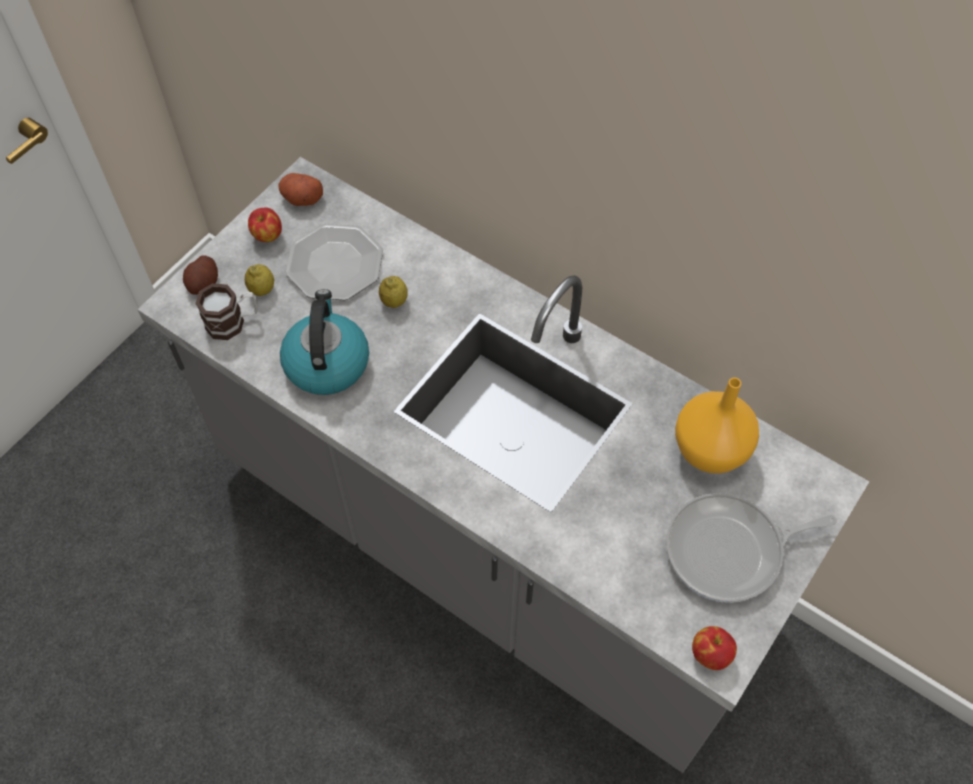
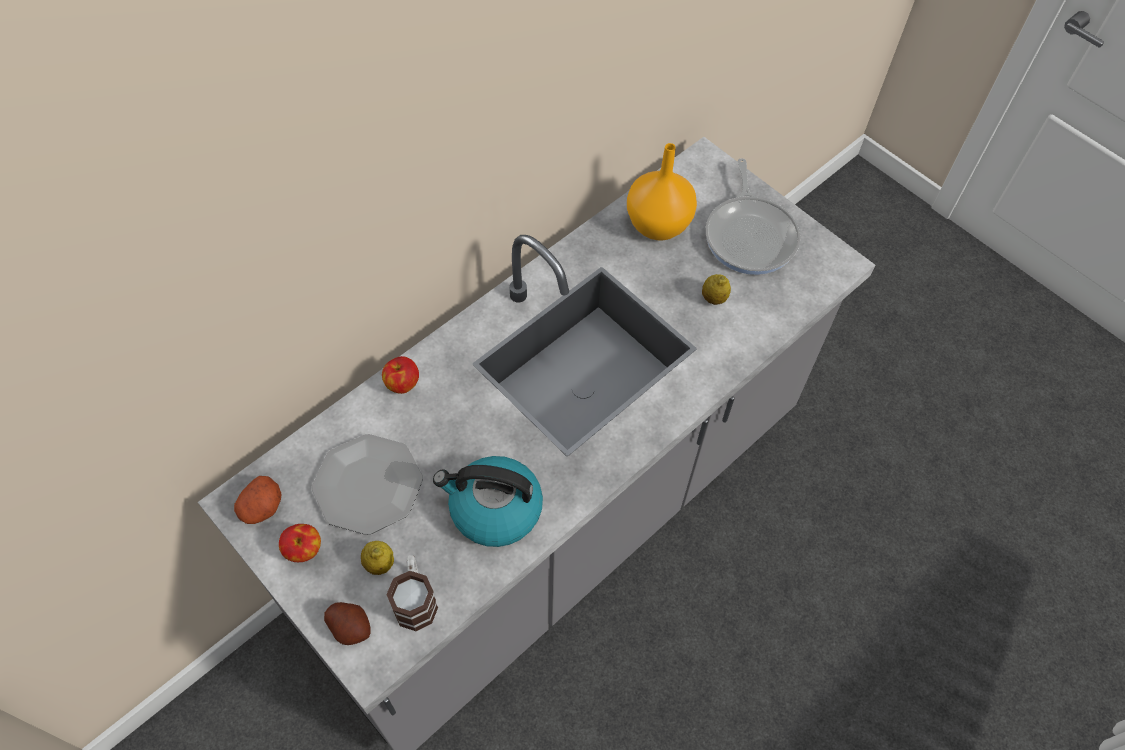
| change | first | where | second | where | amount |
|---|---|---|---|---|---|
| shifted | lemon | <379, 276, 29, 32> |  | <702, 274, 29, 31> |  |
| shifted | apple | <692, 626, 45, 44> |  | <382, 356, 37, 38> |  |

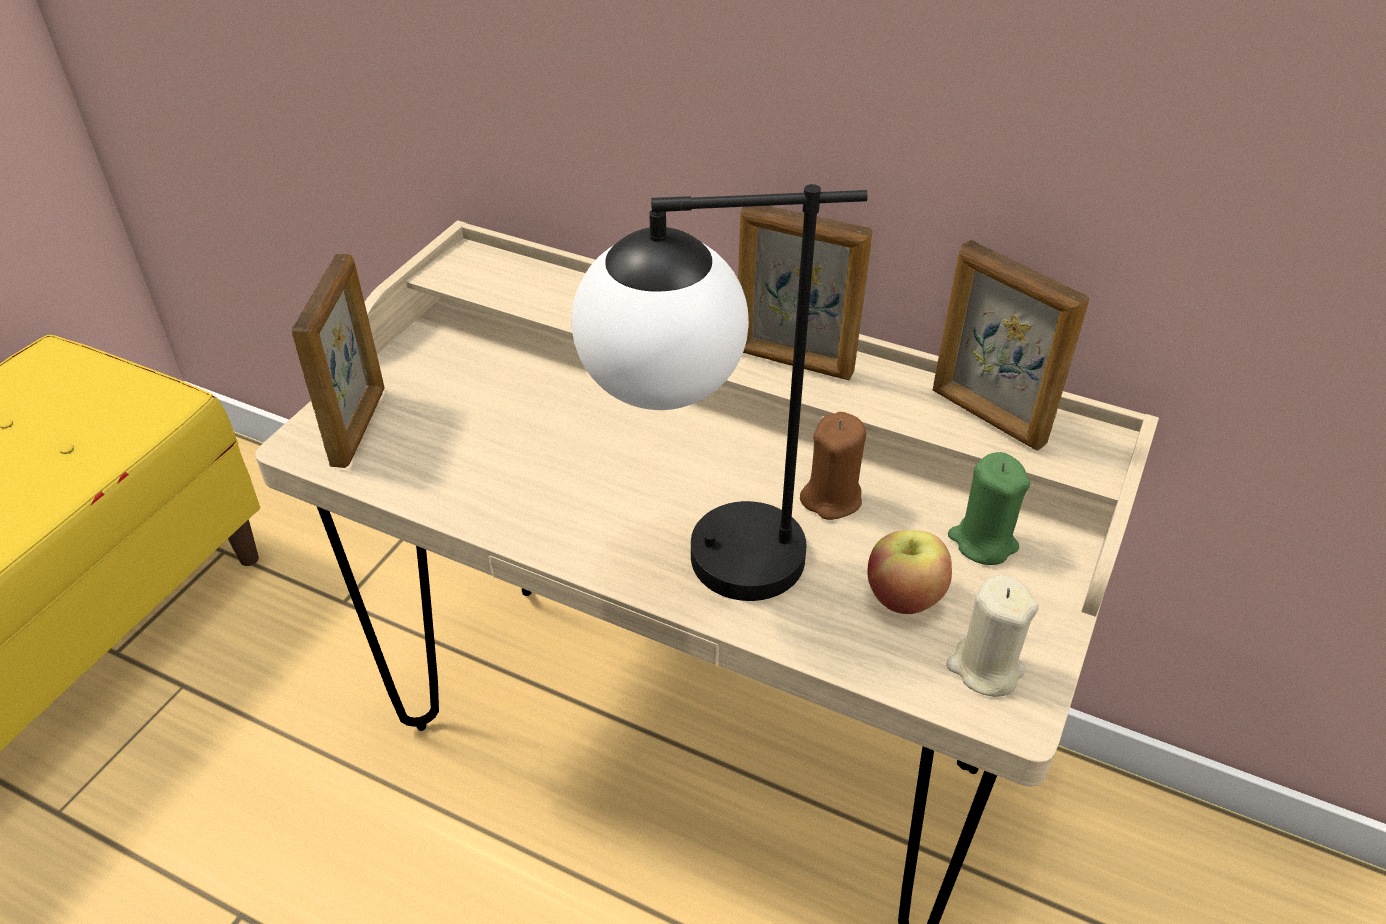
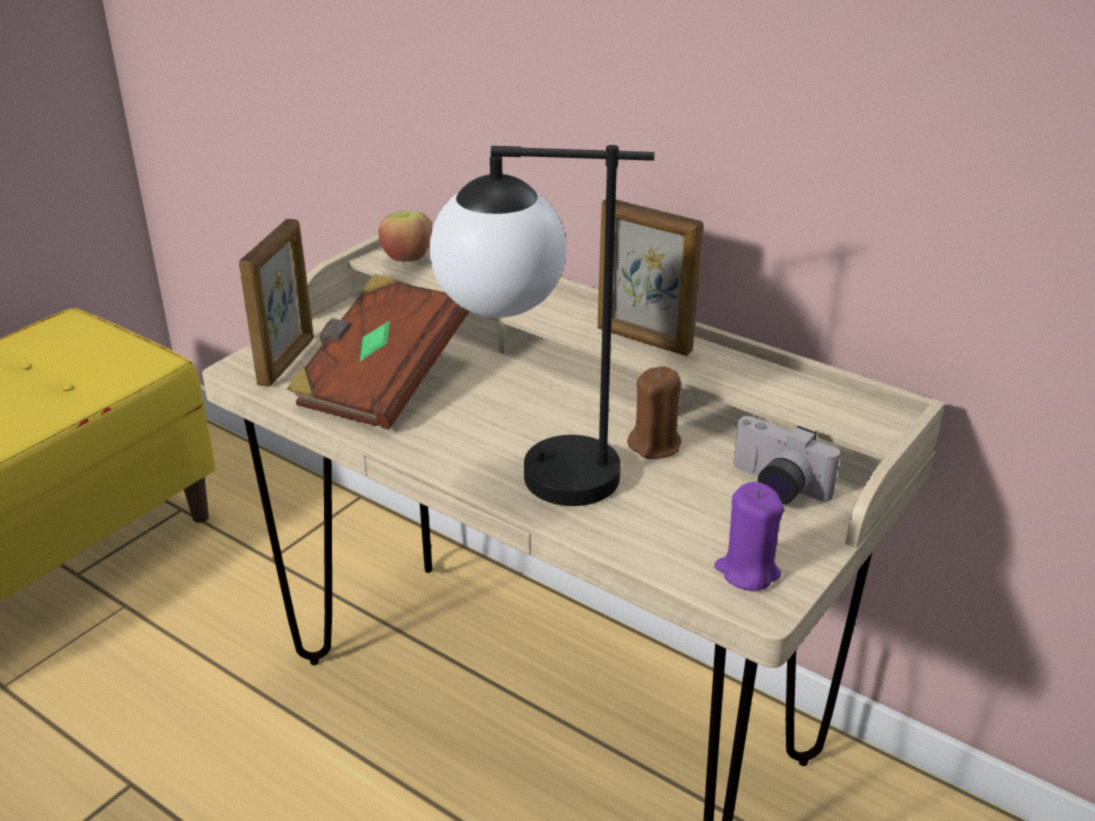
| change | first | where | second | where | amount |
|---|---|---|---|---|---|
| gone | picture frame | <933, 240, 157, 211> |  |  |  |
| new |  |  | brown book | <287, 274, 183, 156> |  |
| shifted | apple | <867, 530, 85, 84> |  | <378, 211, 55, 51> |  |
| swapped | green candle | <948, 452, 83, 113> | photo camera | <734, 416, 106, 88> |  |
| repainted | beige candle | <946, 574, 93, 123> | purple candle | <714, 482, 71, 109> |  |

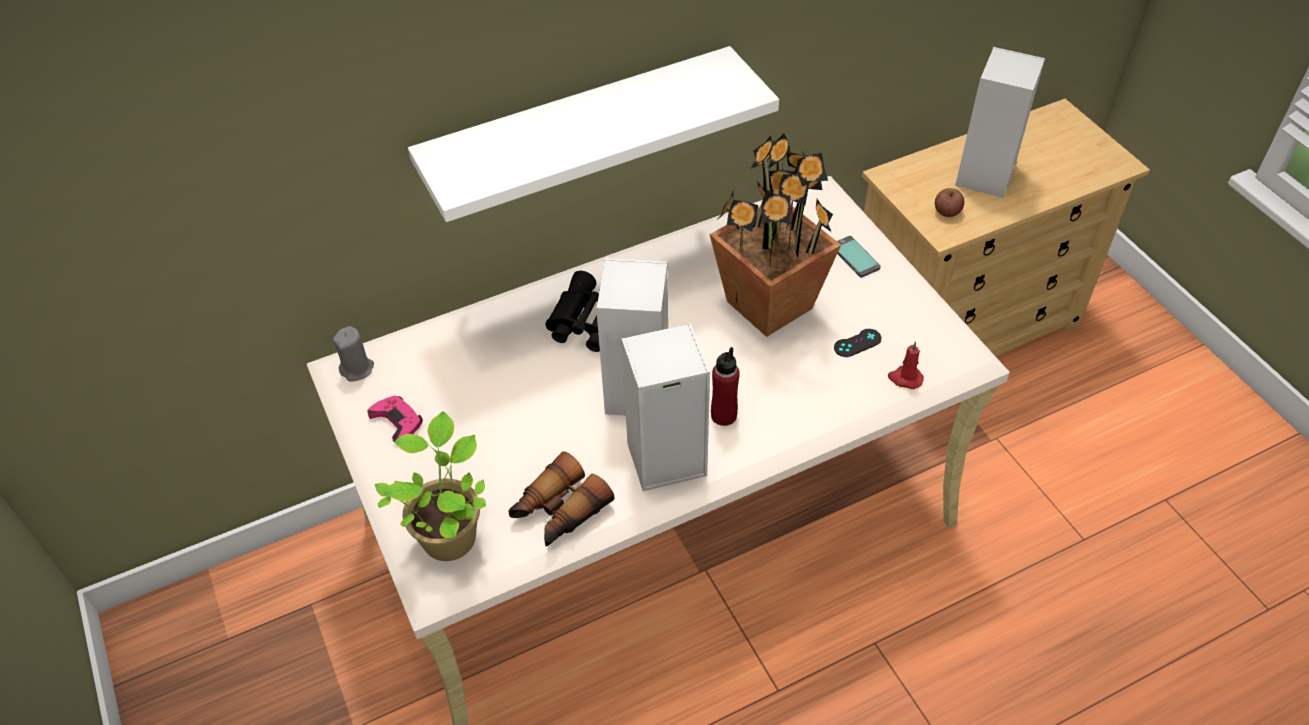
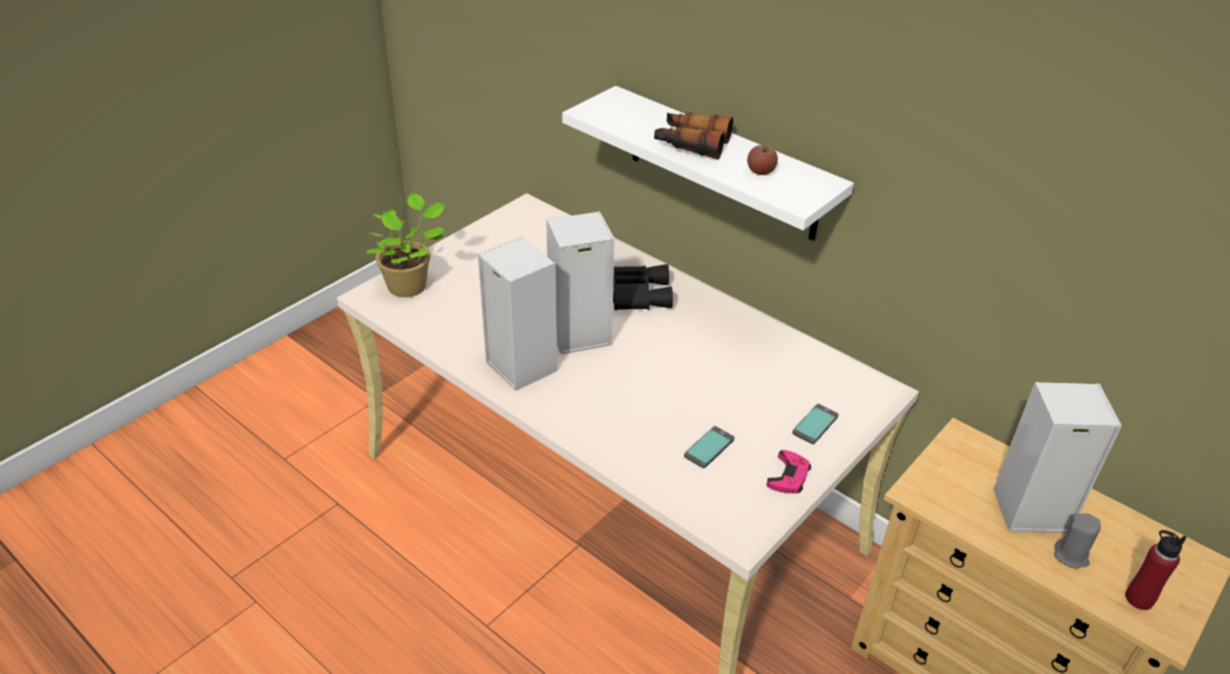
| change | first | where | second | where | amount |
|---|---|---|---|---|---|
| gone | potted plant | <709, 133, 132, 204> |  |  |  |
| gone | red candle | <888, 341, 36, 48> |  |  |  |
| shifted | grey candle | <333, 326, 41, 56> |  | <1054, 514, 47, 55> |  |
| shifted | pink game controller | <367, 395, 56, 47> |  | <767, 450, 44, 44> |  |
| shifted | binoculars | <508, 451, 107, 96> |  | <654, 112, 79, 48> |  |
| shifted | red bottle | <711, 347, 29, 79> |  | <1125, 530, 61, 80> |  |
| shifted | apple | <935, 188, 29, 29> |  | <747, 145, 31, 30> |  |
| swapped | black game controller | <834, 329, 47, 28> | phone | <684, 426, 51, 42> |  |

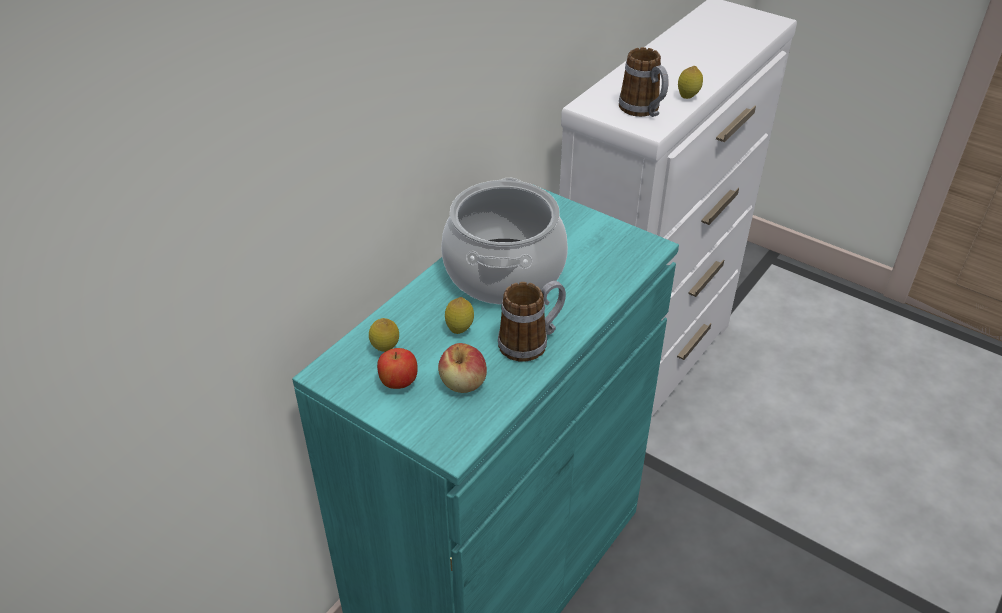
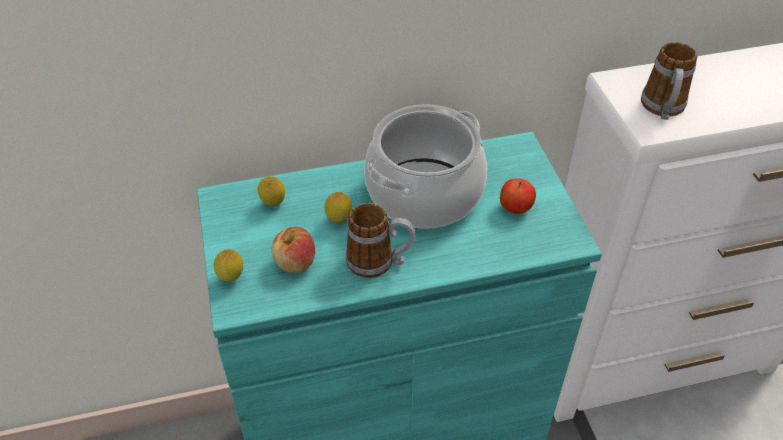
| change | first | where | second | where | amount |
|---|---|---|---|---|---|
| shifted | apple | <377, 348, 41, 41> |  | <500, 179, 36, 35> |  |
| shifted | lemon | <678, 66, 25, 33> |  | <214, 249, 29, 33> |  |

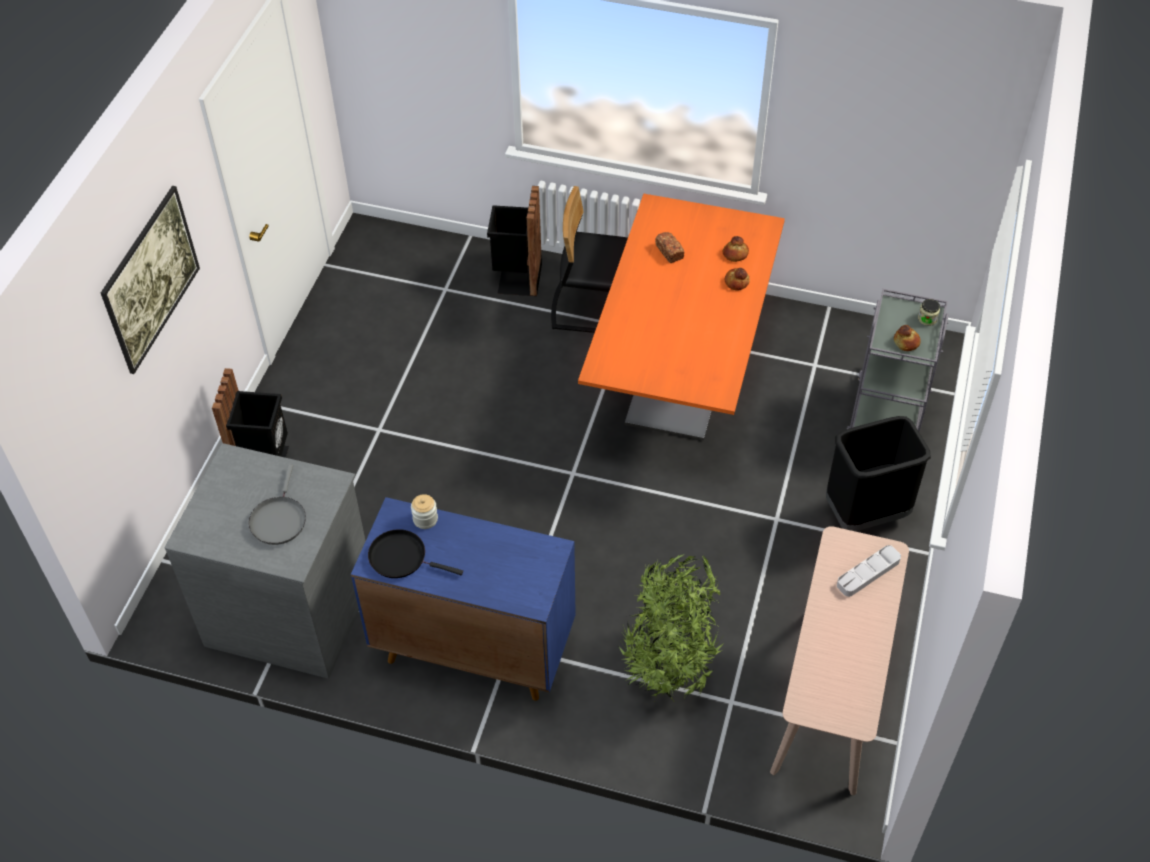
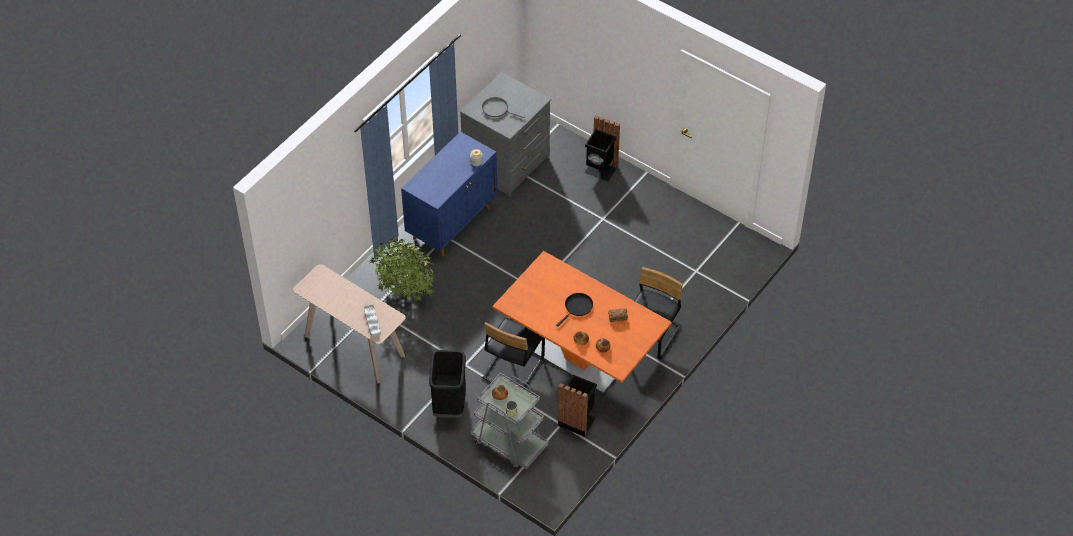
| change | first | where | second | where | amount |
|---|---|---|---|---|---|
| gone | picture | <101, 186, 99, 188> |  |  |  |
| new |  |  | black chair | <482, 318, 63, 71> |  |
| shifted | black frying pan | <368, 529, 95, 49> |  | <556, 293, 37, 34> |  |
| shifted | black trash can | <487, 186, 55, 110> |  | <558, 375, 39, 62> |  |

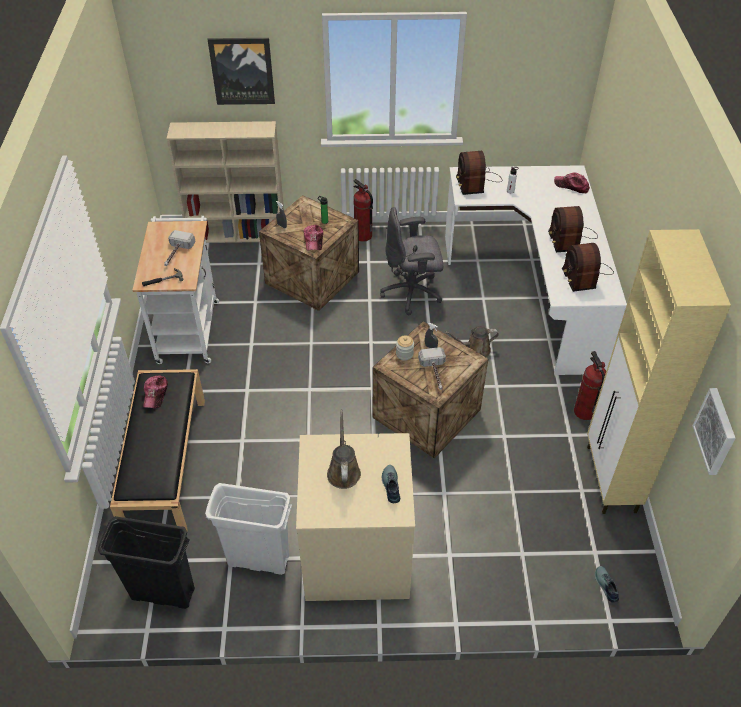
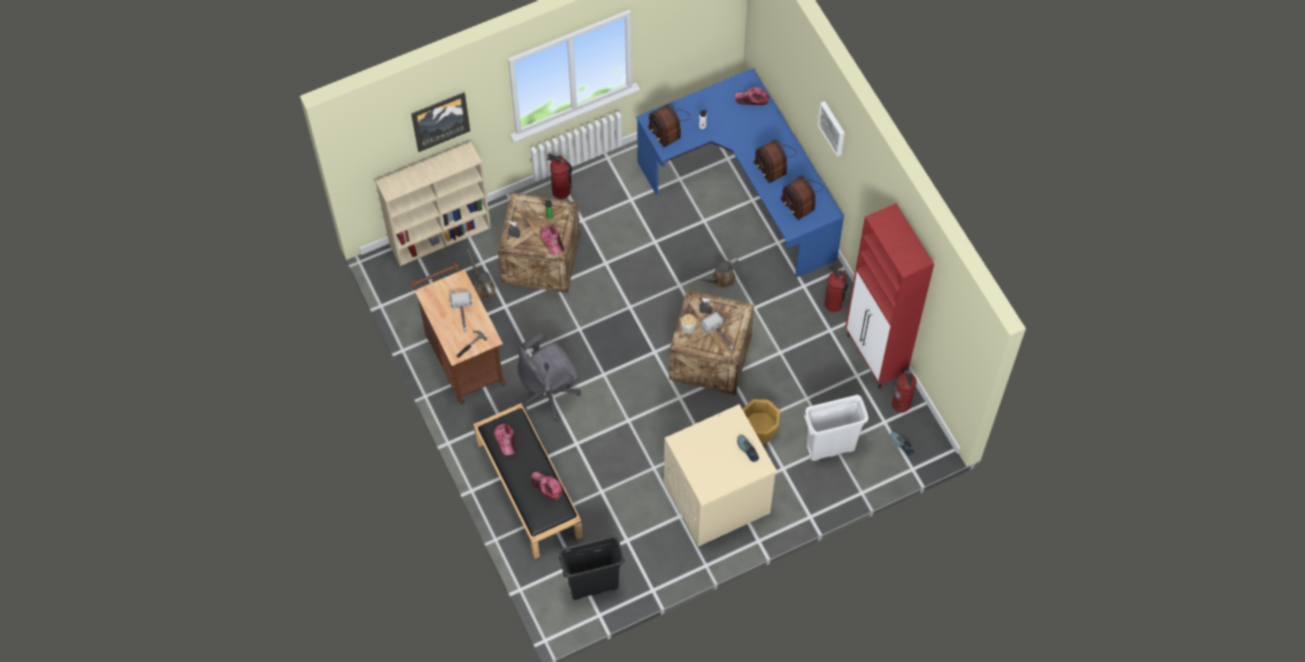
| change | first | where | second | where | amount |
|---|---|---|---|---|---|
| new |  |  | cap | <530, 472, 32, 28> |  |
| new |  |  | orange bucket | <742, 399, 38, 45> |  |
| new |  |  | fire extinguisher | <892, 367, 25, 46> |  |
| shifted | white trash can | <205, 483, 87, 92> |  | <804, 395, 65, 66> |  |
| shifted | brown watering can | <327, 409, 34, 80> |  | <467, 250, 28, 49> |  |
| shifted | grey office chair | <380, 207, 63, 108> |  | <518, 333, 63, 88> |  |
| shifted | picture | <693, 388, 42, 87> |  | <818, 101, 27, 56> |  |
| repainted | white cart | <132, 216, 87, 148> | brown cart | <410, 263, 96, 141> |  |
| repainted | white desk | <445, 165, 182, 210> | blue desk | <636, 68, 208, 210> |  |
| repainted | beige cabinet | <587, 229, 144, 285> | red cabinet | <845, 203, 89, 186> |  |

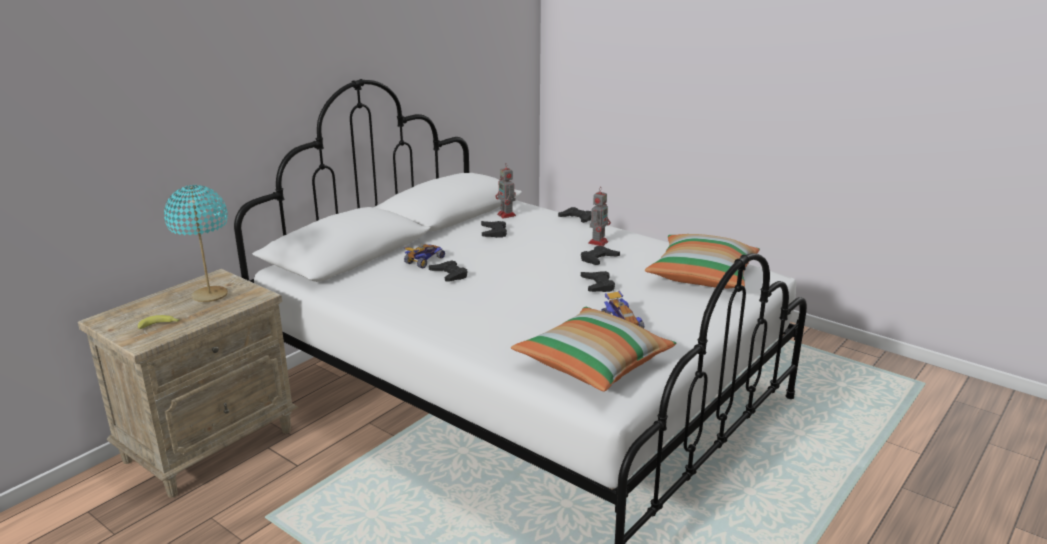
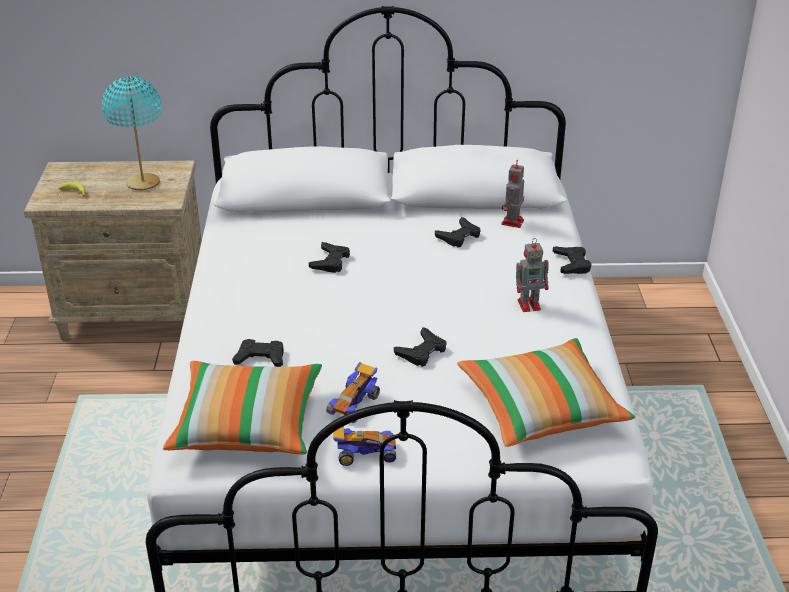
| change | first | where | second | where | amount |
|---|---|---|---|---|---|
| shifted | toy car | <404, 244, 41, 24> |  | <333, 426, 63, 40> |  |
| shifted | black game controller | <581, 246, 39, 19> |  | <232, 339, 52, 28> |  |

